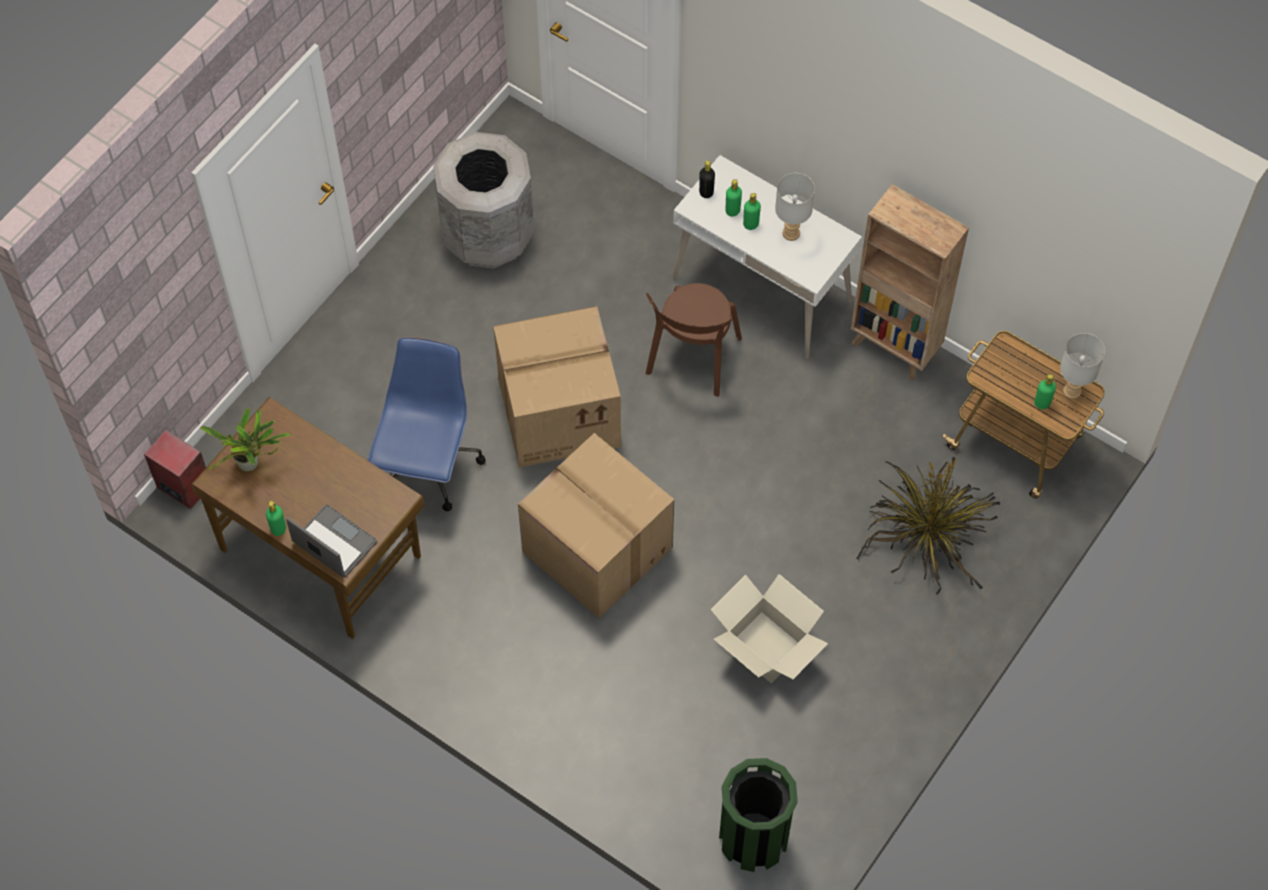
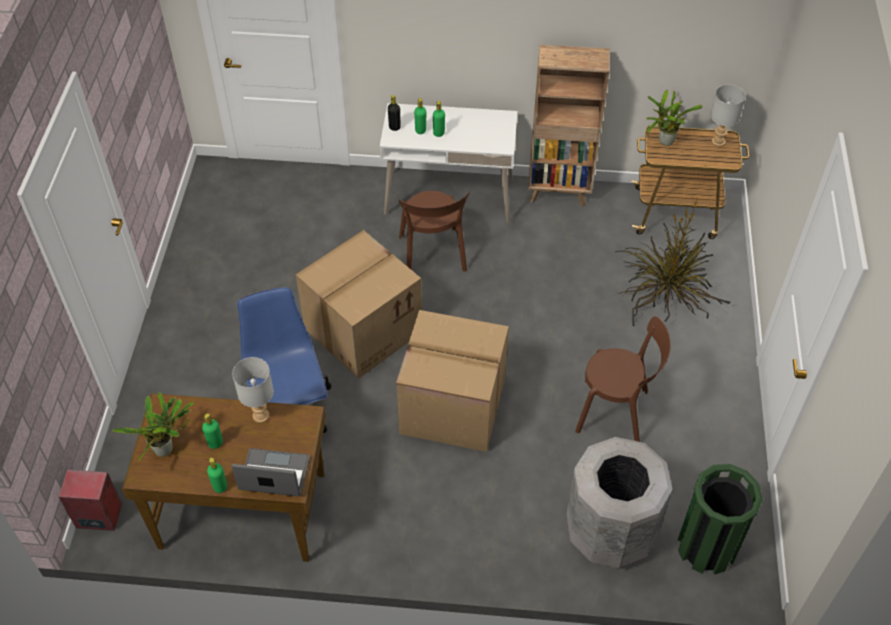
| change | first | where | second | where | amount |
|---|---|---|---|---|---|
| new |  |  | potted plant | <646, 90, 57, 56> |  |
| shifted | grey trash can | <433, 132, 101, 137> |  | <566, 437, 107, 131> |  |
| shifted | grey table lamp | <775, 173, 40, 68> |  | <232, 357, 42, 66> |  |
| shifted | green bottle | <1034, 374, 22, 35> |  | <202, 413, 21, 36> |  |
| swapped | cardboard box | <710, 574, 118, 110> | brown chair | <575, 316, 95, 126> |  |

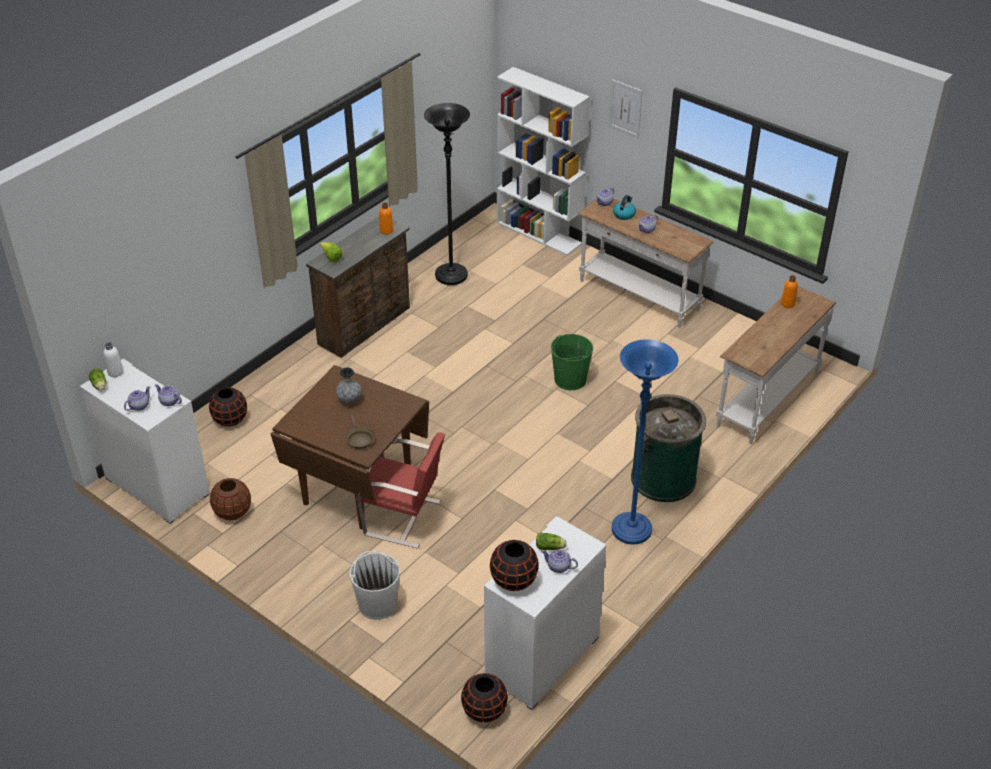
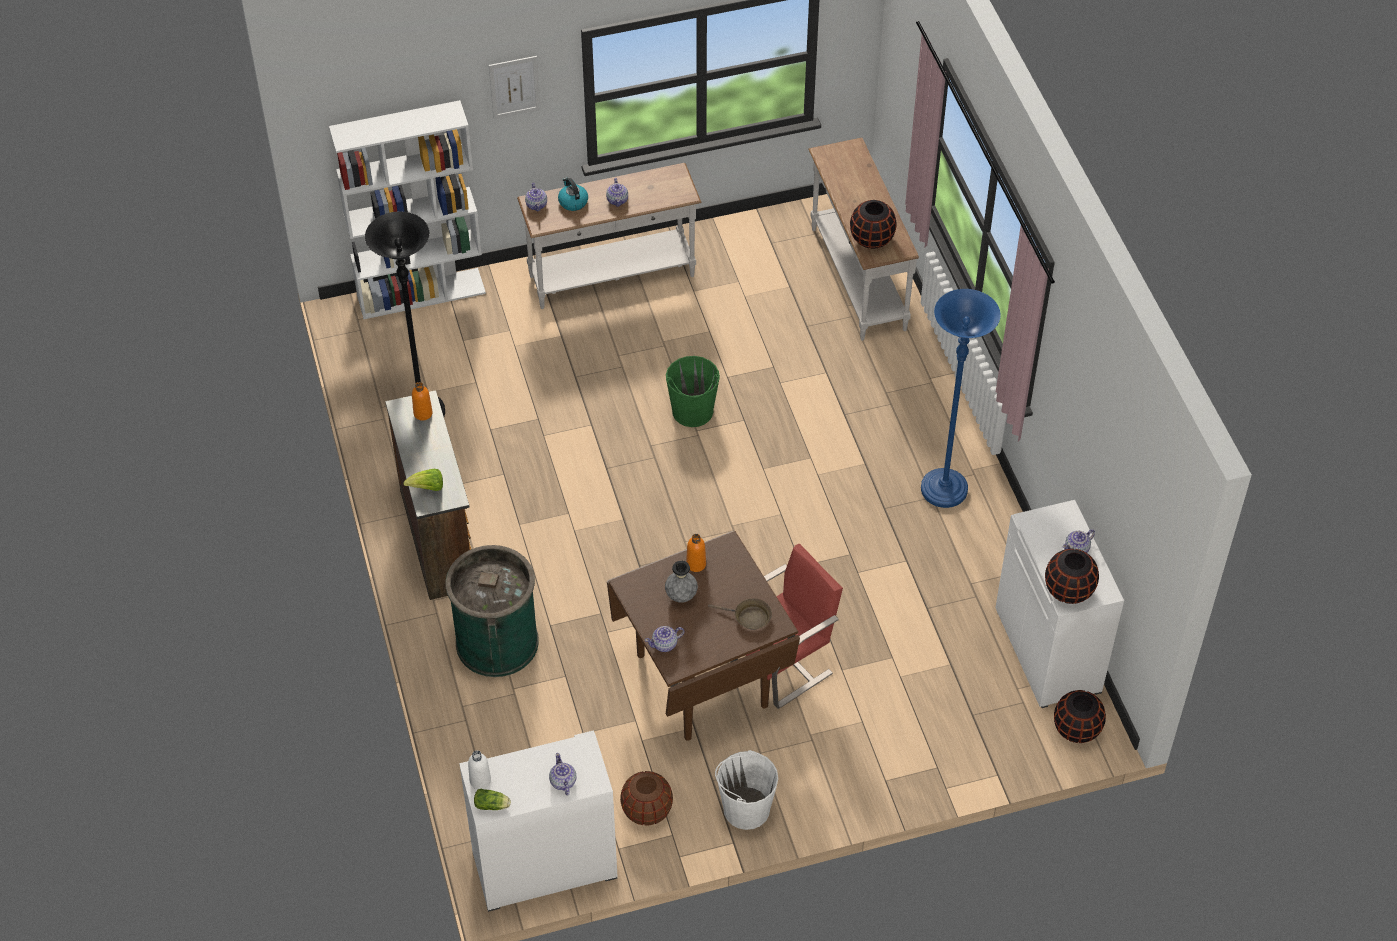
| change | first | where | second | where | amount |
|---|---|---|---|---|---|
| gone | lettuce | <536, 533, 31, 17> |  |  |  |
| shifted | teapot | <155, 384, 27, 22> |  | <645, 626, 39, 26> |  |
| shifted | black vase | <209, 387, 38, 40> |  | <850, 200, 47, 49> |  |
| shifted | white bucket | <350, 551, 50, 69> |  | <715, 750, 63, 80> |  |
| shifted | green trash can | <631, 394, 75, 108> |  | <445, 545, 94, 132> |  |
| shifted | orange bottle | <781, 275, 17, 33> |  | <686, 534, 20, 38> |  |

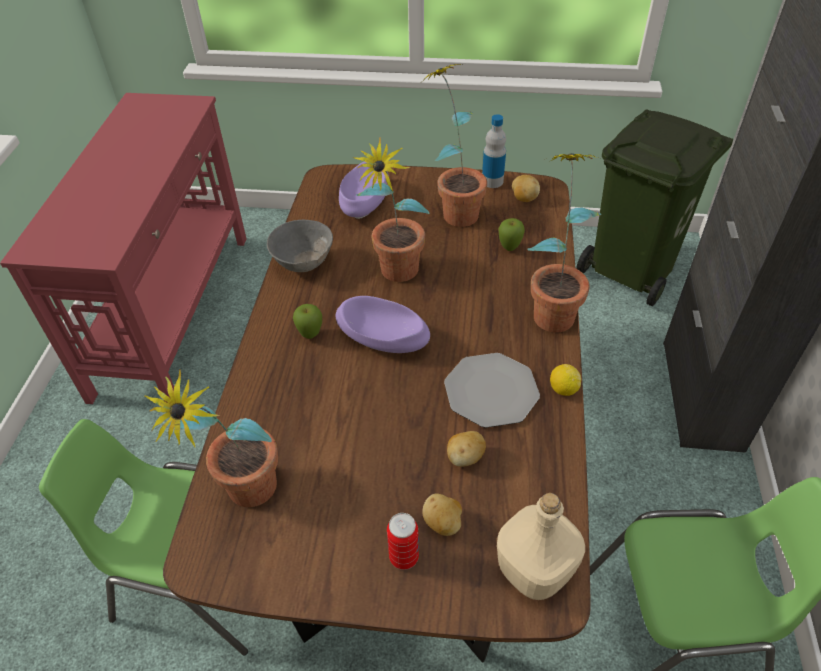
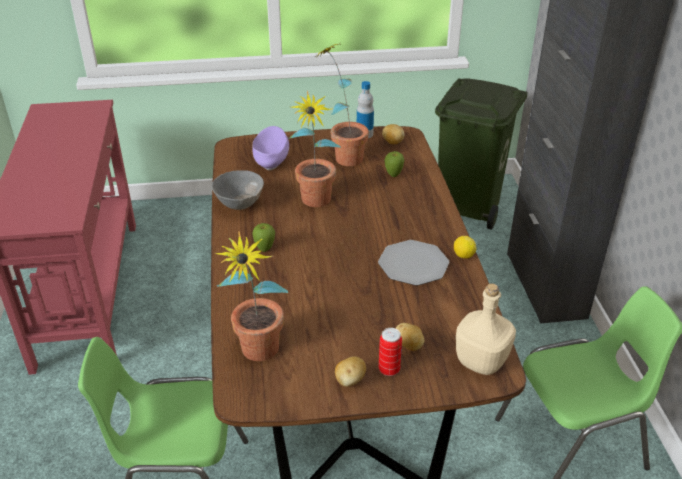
| change | first | where | second | where | amount |
|---|---|---|---|---|---|
| gone | purple bowl | <336, 296, 94, 57> |  |  |  |
| gone | potted plant | <528, 153, 73, 180> |  |  |  |
| shifted | potato | <447, 431, 39, 36> |  | <335, 357, 31, 30> |  |

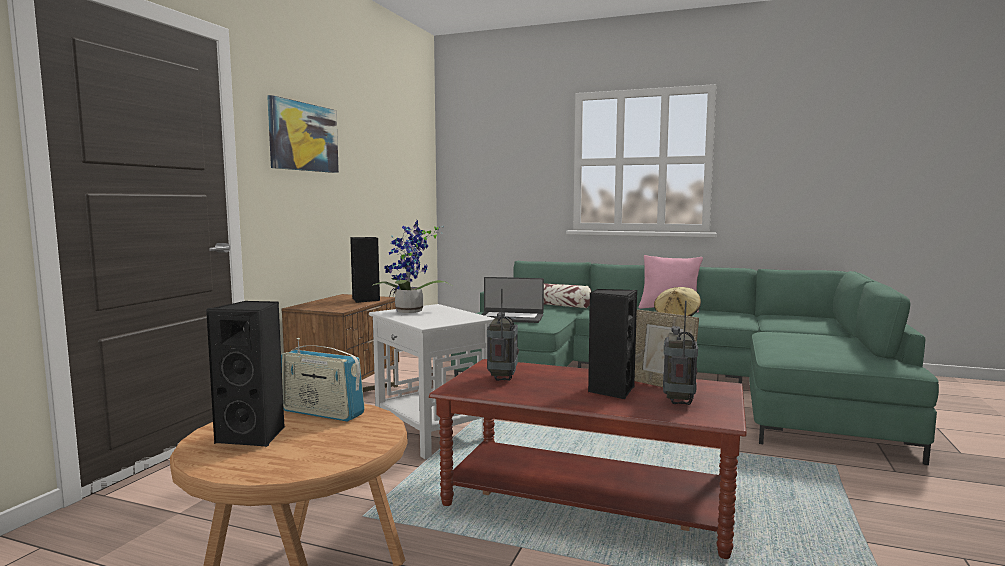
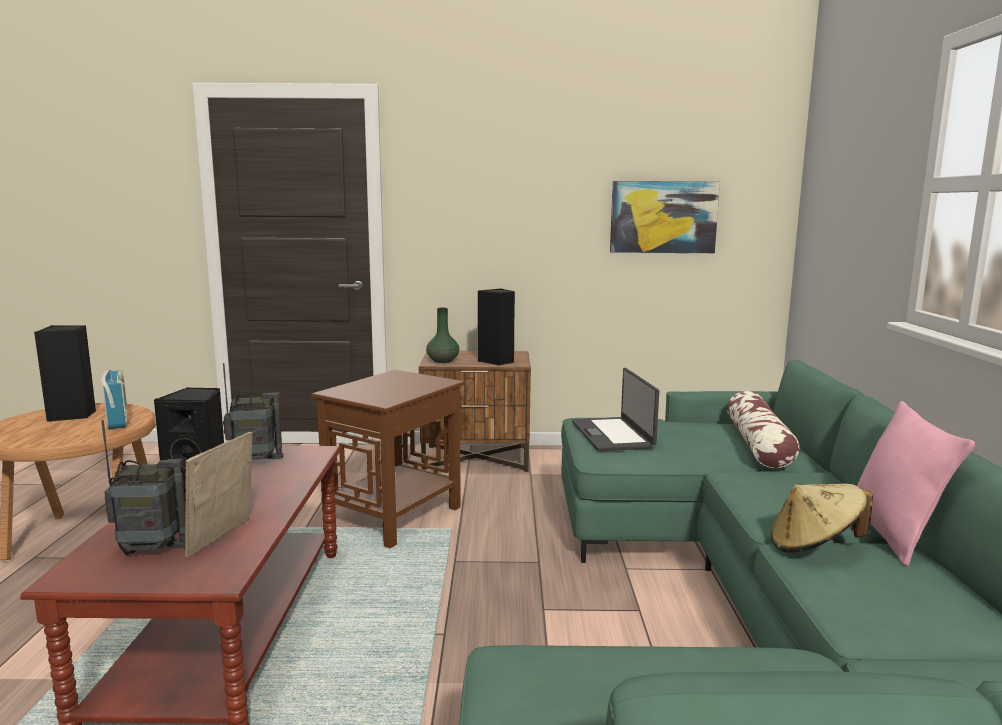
| change | first | where | second | where | amount |
|---|---|---|---|---|---|
| gone | potted plant | <372, 220, 82, 93> |  |  |  |
| new |  |  | green vase | <426, 308, 33, 55> |  |
| shifted | picture | <267, 95, 72, 78> |  | <610, 181, 110, 72> |  |
| repainted | white side table | <369, 304, 126, 155> | brown side table | <311, 370, 154, 179> |  |
| rotated | radio | <281, 338, 84, 84> |  | <101, 369, 26, 60> | 150 degrees clockwise |

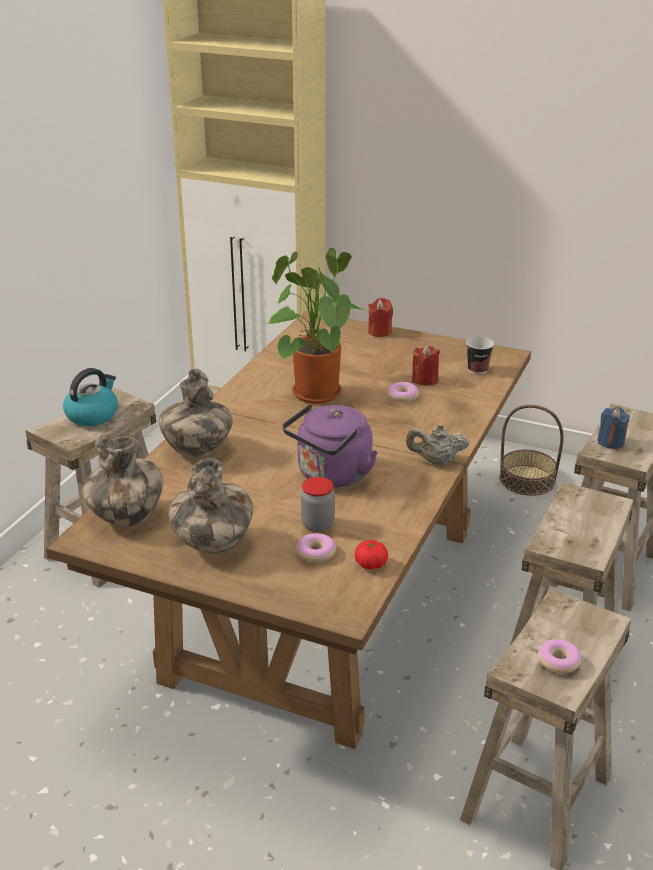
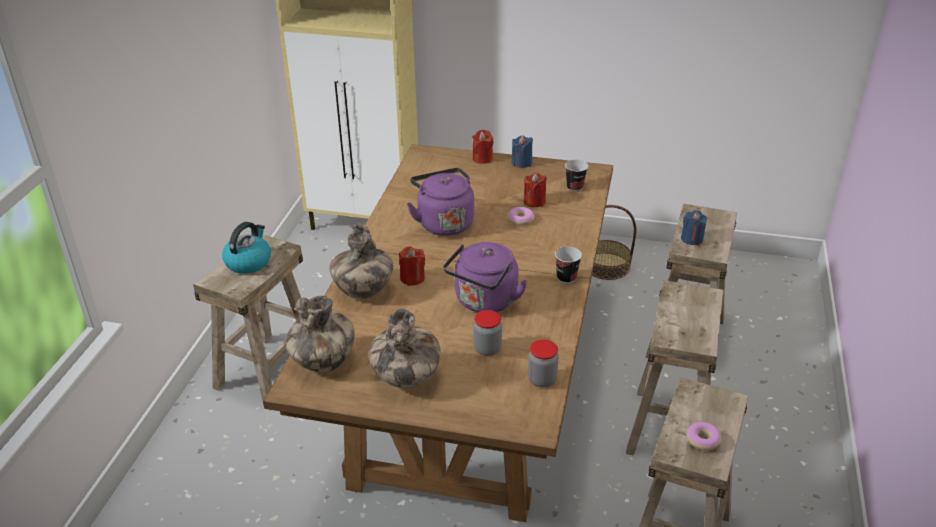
| change | first | where | second | where | amount |
|---|---|---|---|---|---|
| gone | donut | <296, 533, 40, 30> |  |  |  |
| new |  |  | red candle | <399, 247, 26, 39> |  |
| new |  |  | blue candle | <512, 135, 21, 33> |  |
| swapped | potted plant | <267, 248, 100, 156> | purple kettle | <407, 168, 67, 68> |  |
| swapped | tomato | <355, 540, 33, 30> | jar | <528, 340, 31, 47> |  |
| swapped | beige teapot | <406, 424, 64, 41> | cup | <555, 247, 27, 37> |  |

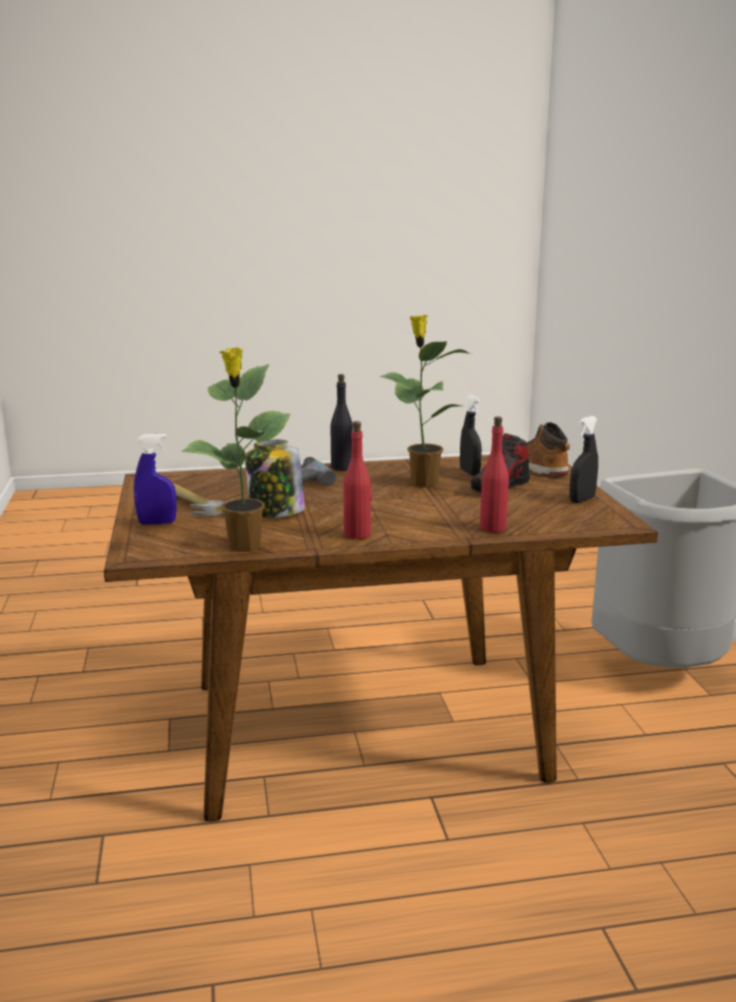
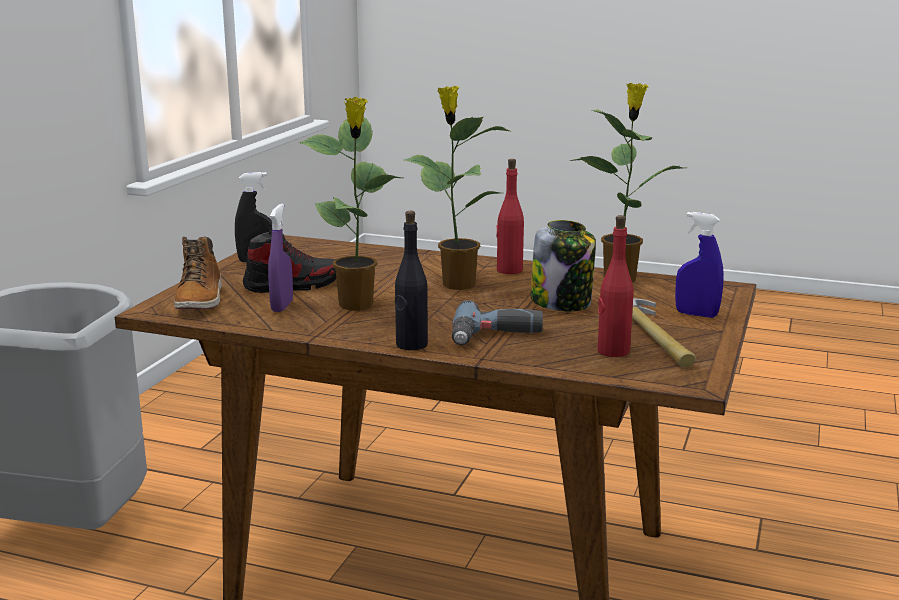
| change | first | where | second | where | amount |
|---|---|---|---|---|---|
| new |  |  | potted plant | <404, 86, 106, 204> |  |
| shifted | red bottle | <480, 416, 29, 116> |  | <598, 215, 36, 142> |  |
| repainted | black spray bottle | <460, 395, 22, 81> | purple spray bottle | <268, 204, 25, 108> |  |

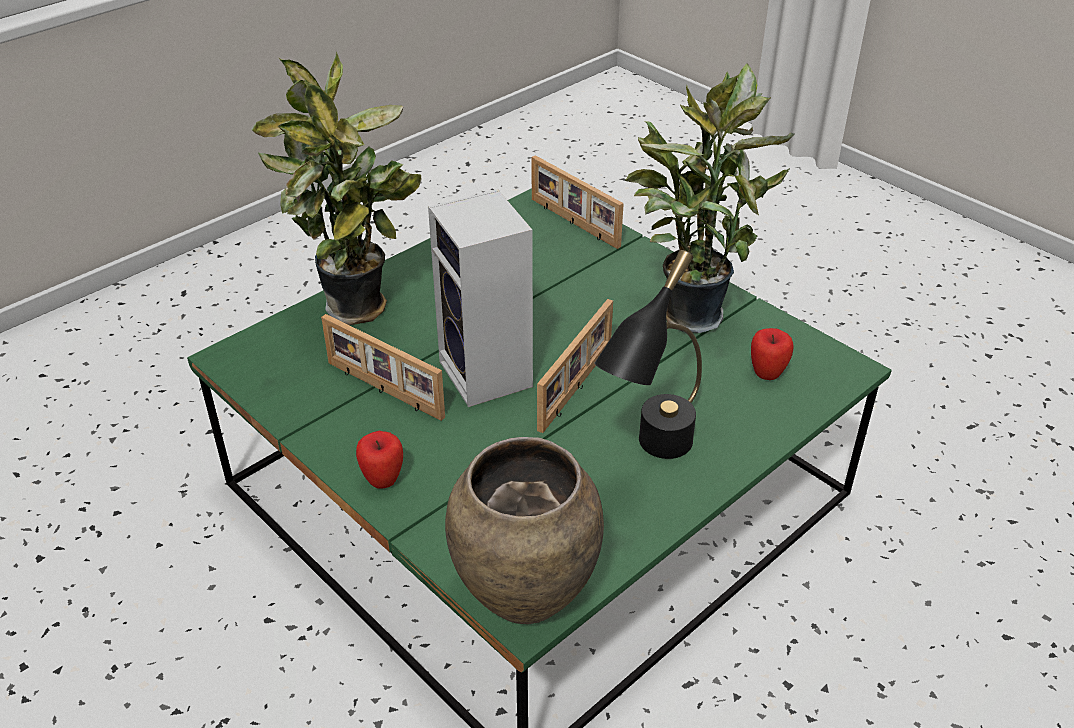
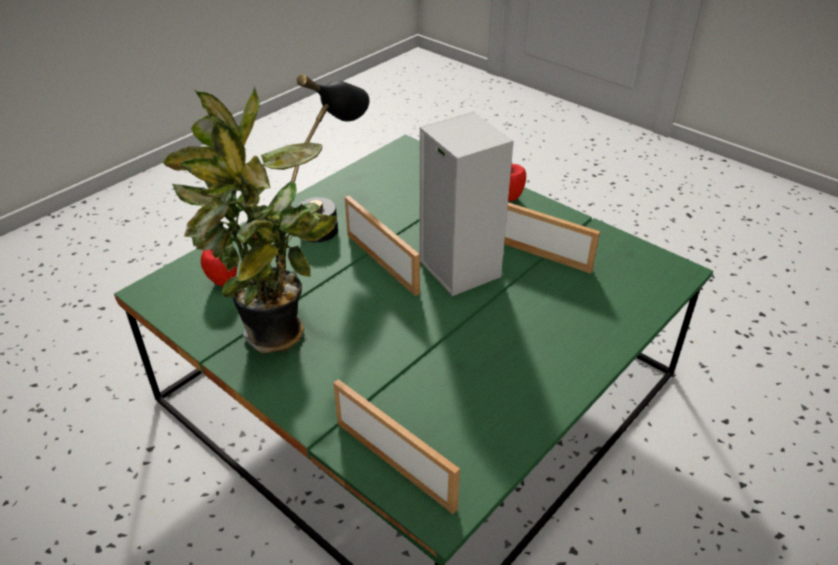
| change | first | where | second | where | amount |
|---|---|---|---|---|---|
| gone | potted plant | <251, 51, 171, 274> |  |  |  |
| gone | brown vase | <445, 437, 159, 187> |  |  |  |
| rotated | picture frame | <537, 299, 76, 134> |  | <345, 196, 75, 100> | 120 degrees clockwise |

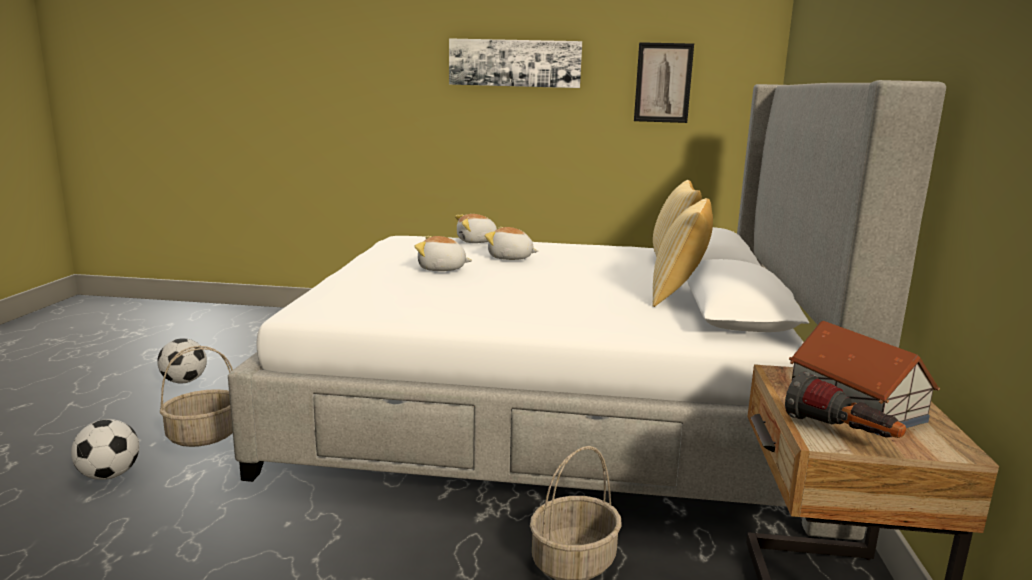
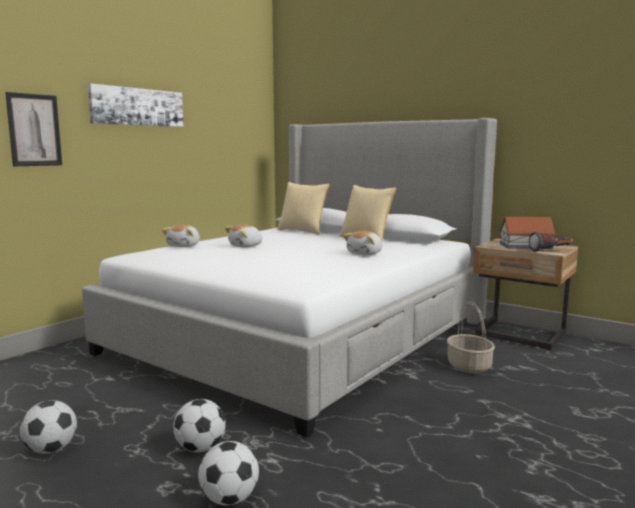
| change | first | where | second | where | amount |
|---|---|---|---|---|---|
| shifted | plush toy | <415, 236, 57, 35> |  | <343, 231, 39, 24> |  |
| shifted | picture | <634, 42, 60, 81> |  | <5, 92, 57, 74> |  |
| swapped | basket | <160, 346, 73, 101> | football | <173, 399, 53, 53> |  |

